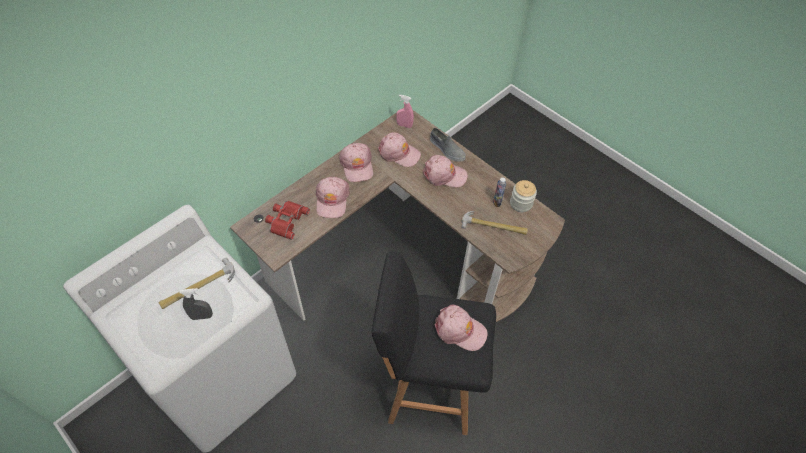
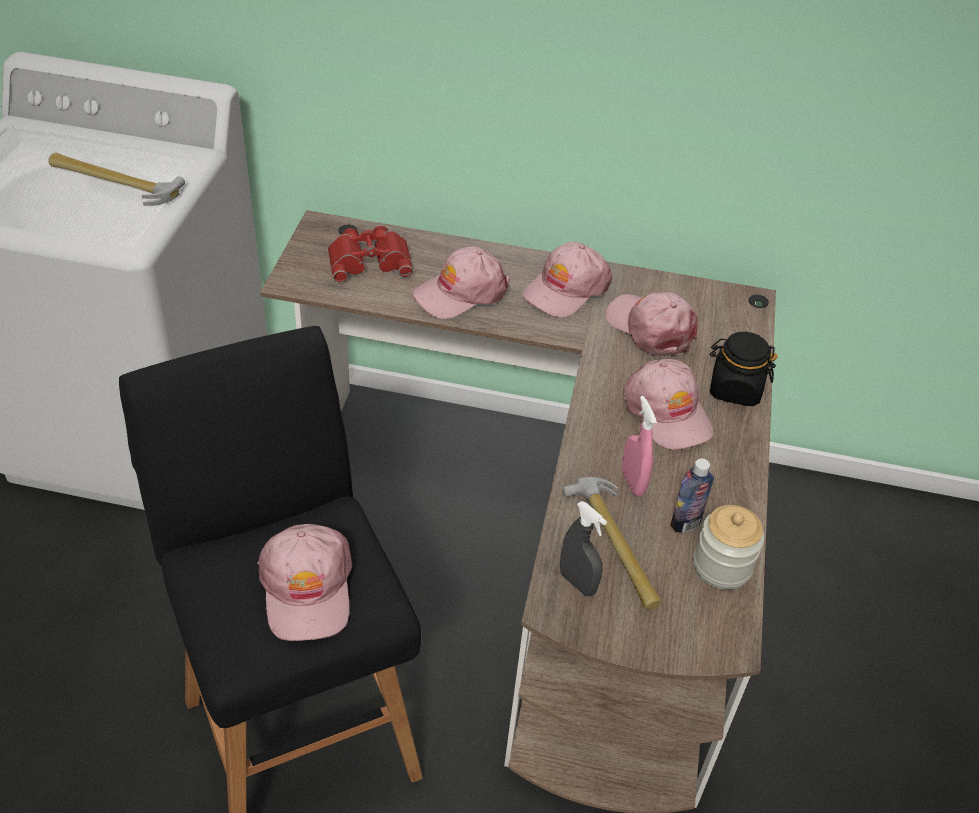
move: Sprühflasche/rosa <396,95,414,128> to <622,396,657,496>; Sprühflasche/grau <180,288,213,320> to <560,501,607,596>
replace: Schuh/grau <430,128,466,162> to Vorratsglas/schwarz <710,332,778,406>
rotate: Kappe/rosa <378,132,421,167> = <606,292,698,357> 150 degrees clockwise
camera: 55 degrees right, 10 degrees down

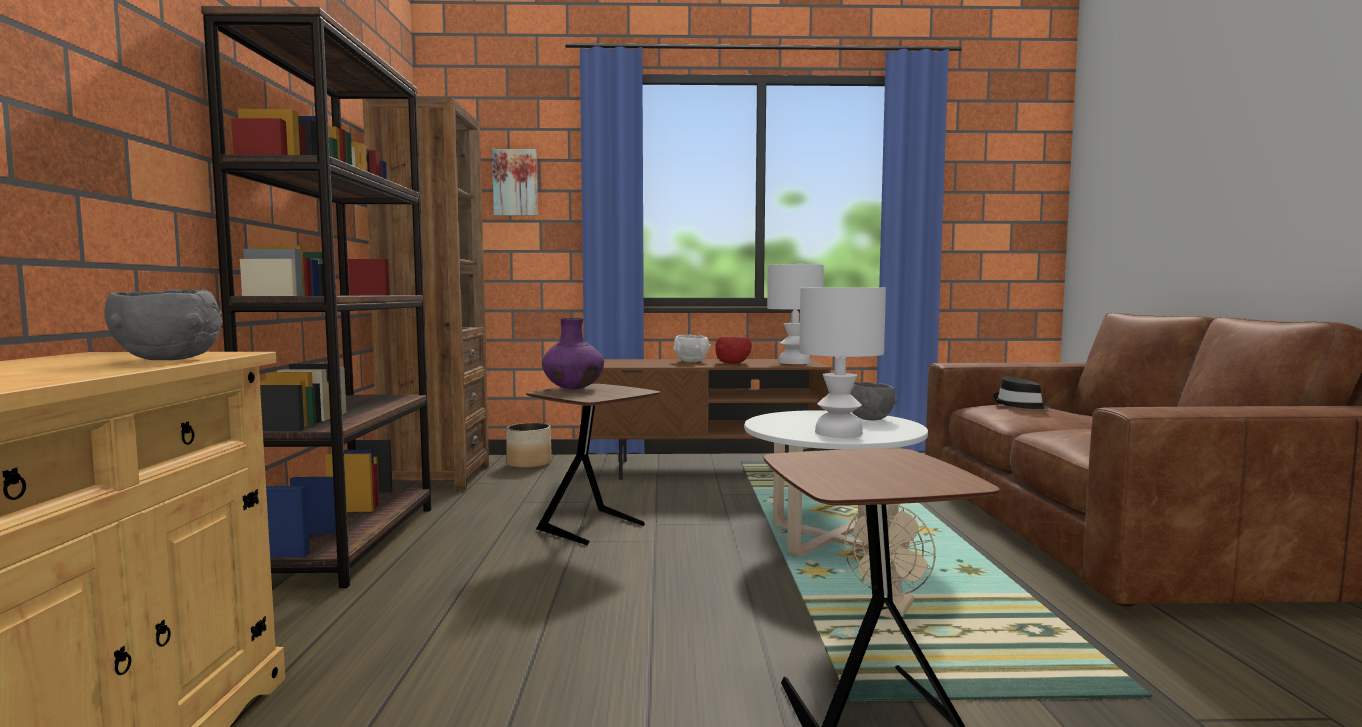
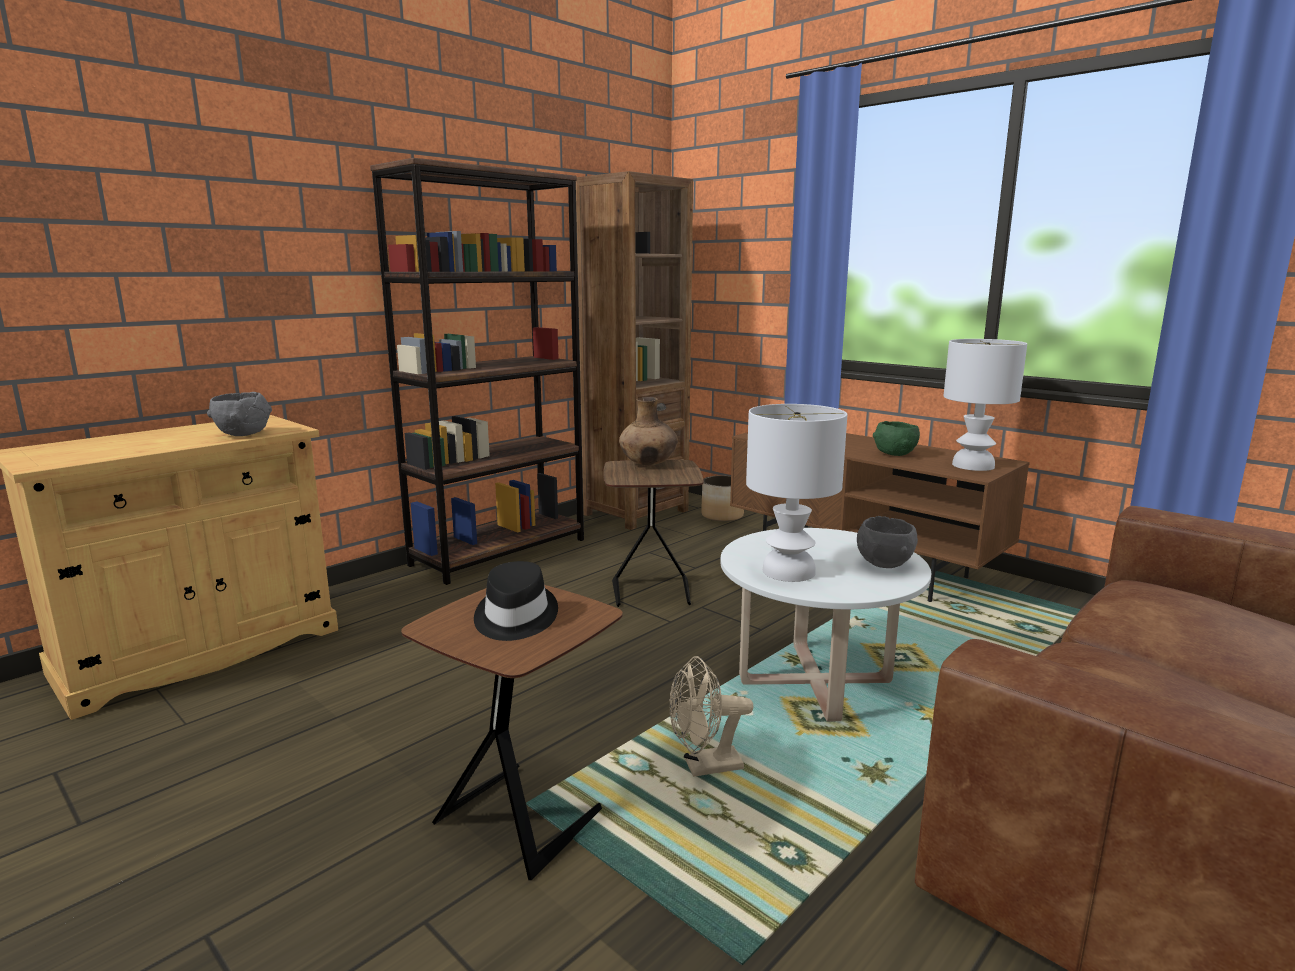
delete: Bild <492,149,538,216>; Schüssel/weiß <673,334,711,362>
move: Hut/schwarz <993,376,1050,409> to <474,561,558,641>
recolor: Vase/lila <542,318,604,389> to Vase/braun <619,397,678,466>; Schüssel/rot <715,337,752,364> to Schüssel/grün <873,421,920,456>
camera: 45 degrees right, 10 degrees up

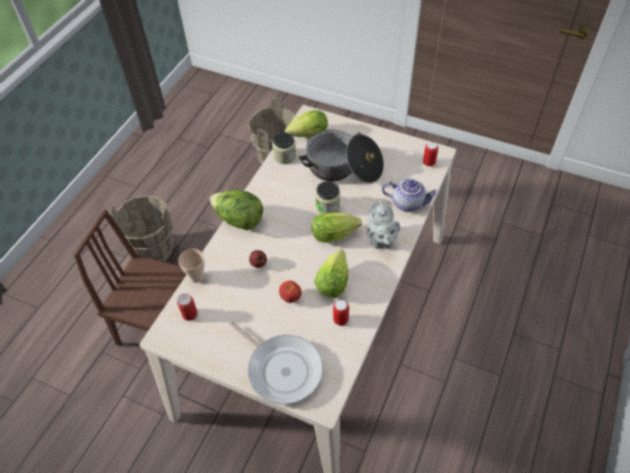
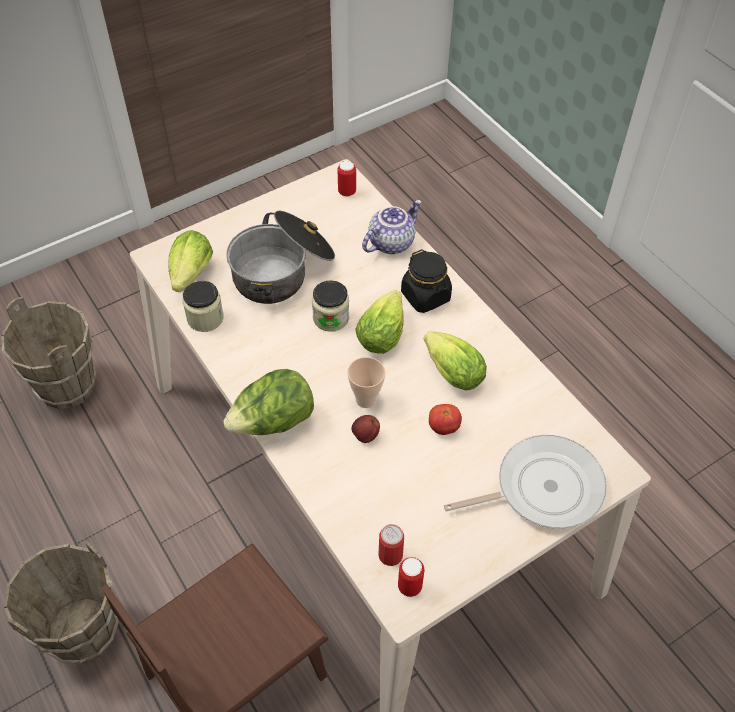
move: Tasse <178,249,205,283> to <347,357,385,408>; Dose <333,300,349,326> to <398,557,424,597>
replace: Teekanne/grau <367,201,400,249> to Vorratsglas/schwarz <401,249,452,313>
camera: 60 degrees left, 0 degrees up

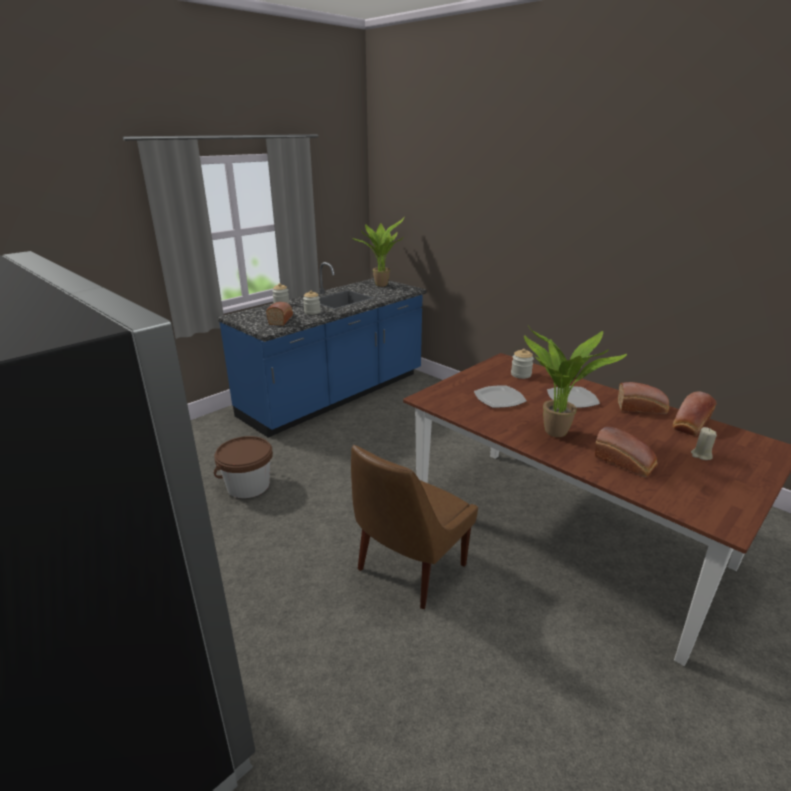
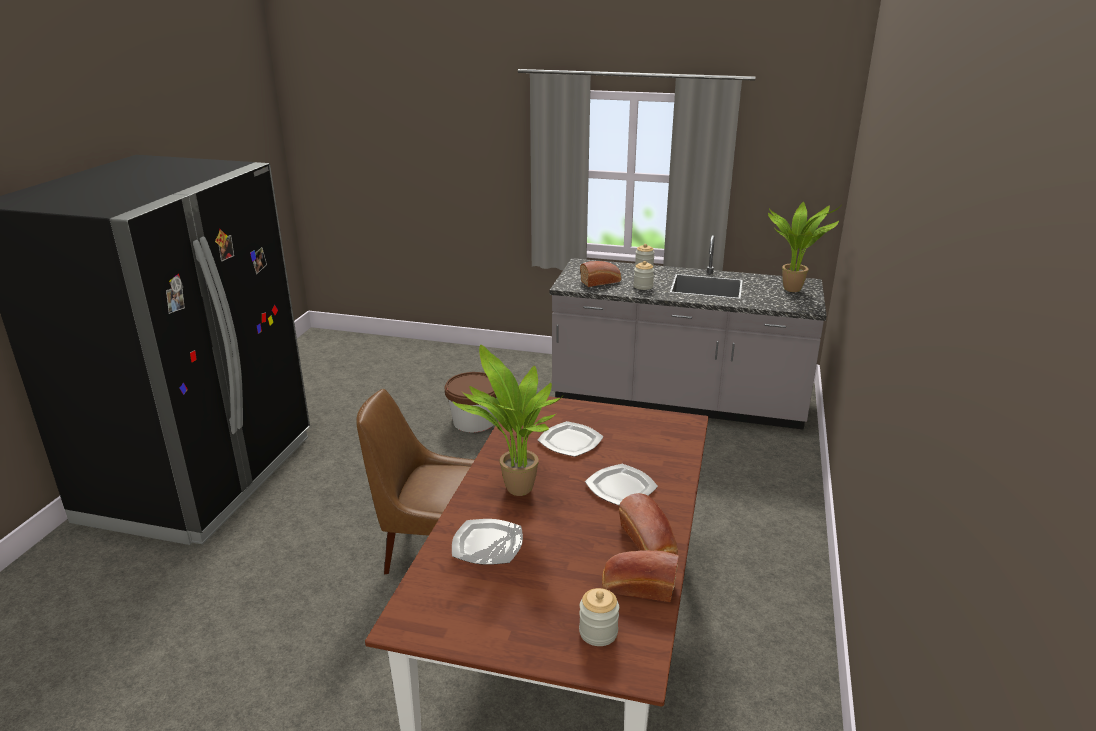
delete: Kerze/beige <691,427,717,460>
move: Vorratsglas <511,349,534,379> to <579,588,619,646>
replace: Brot <595,426,658,477> to Teller <452,519,523,565>
recolor: Küchenzeile/blau <218,262,427,437> to Küchenzeile/grau <550,235,827,430>
camera: 60 degrees right, 0 degrees up

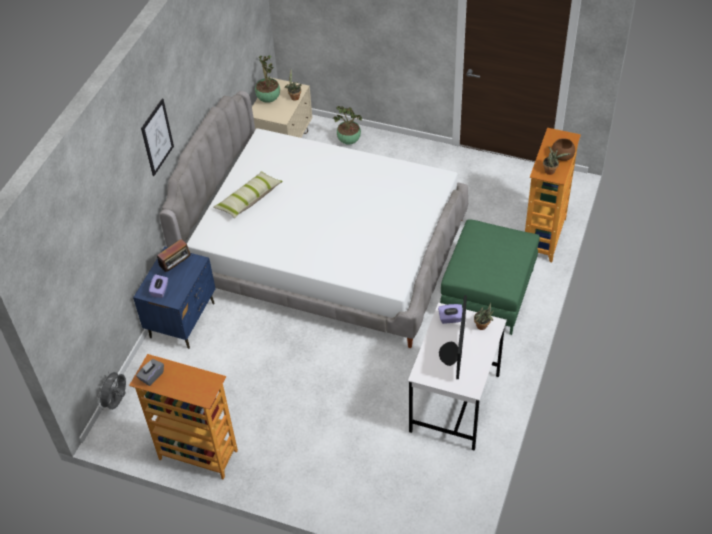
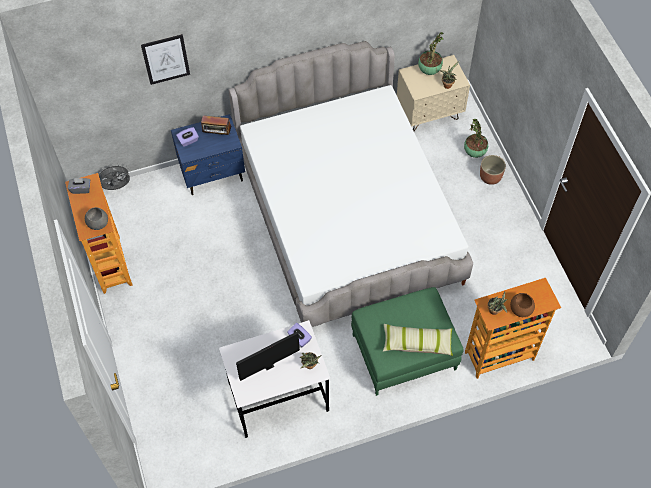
insert: Pflanzkübel <480,155,506,185>; Schüssel/grau <85,207,108,230>
move: Bild <141,99,174,176> to <141,34,190,85>; Kissen <214,171,283,218> to <383,324,453,356>
camera: 50 degrees right, 10 degrees up

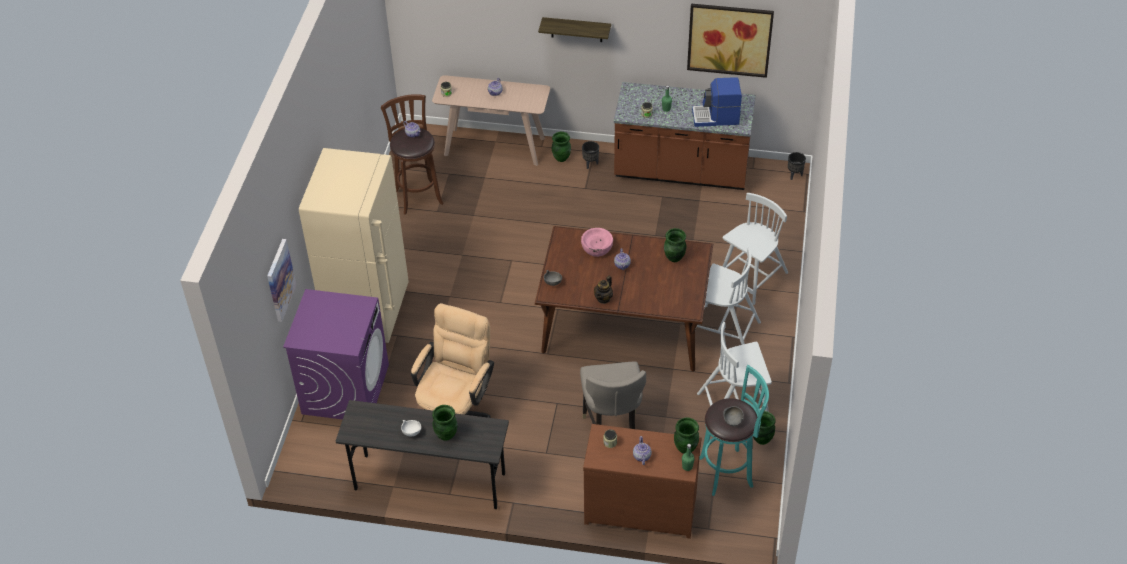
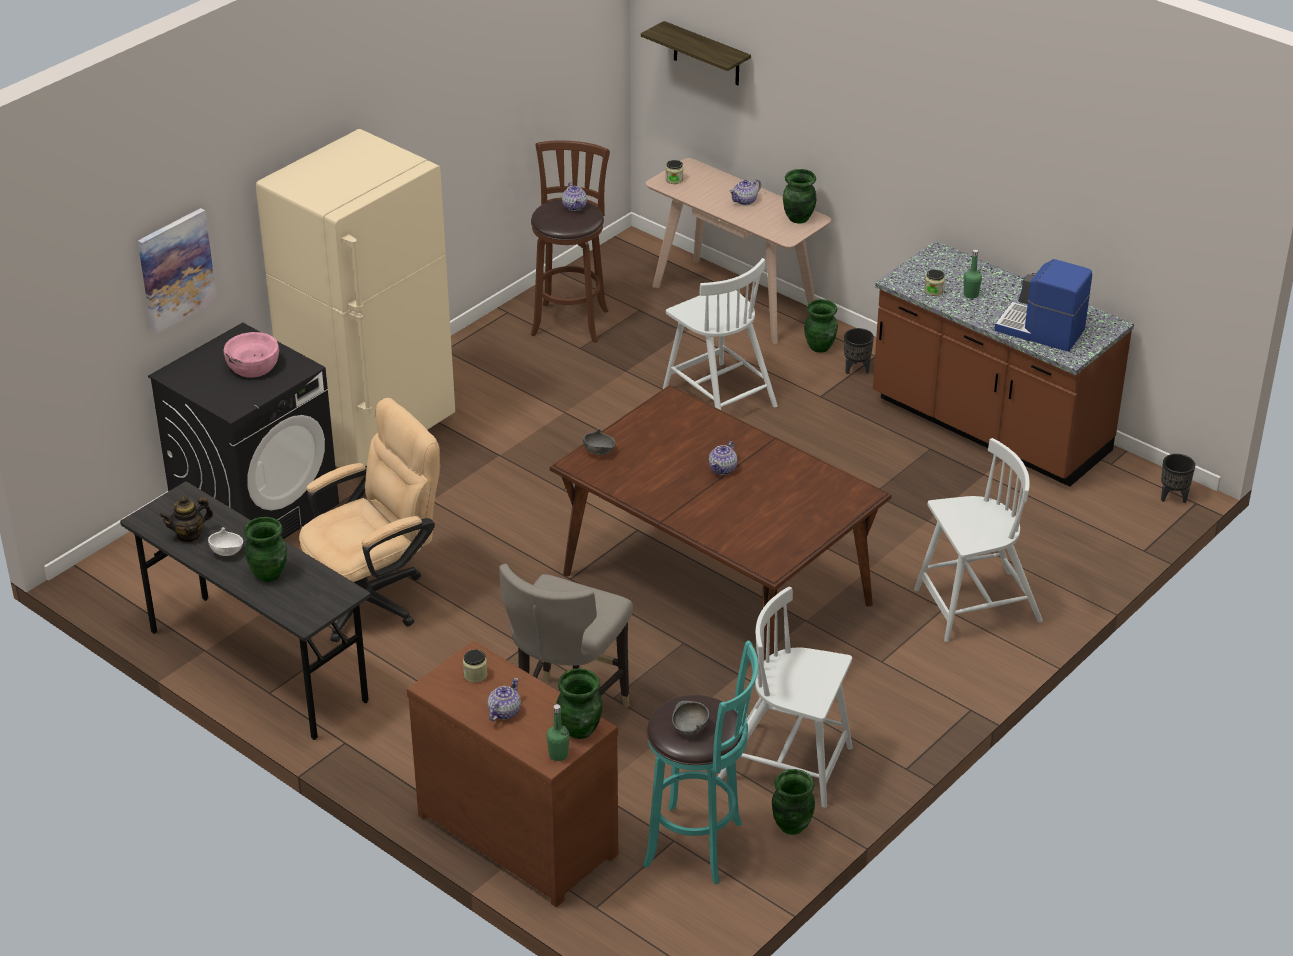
delete: Bild <687,4,774,78>
move: Wandregal <538,17,611,42> to <641,21,751,85>; Schüssel/rosa <581,228,613,257> to <224,332,279,377>; Vase/grün <664,228,686,262> to <783,169,817,223>; Stuhl/weiß <695,247,761,345> to <663,258,778,410>; Teekanne <594,276,613,304> to <160,496,213,543>
recolor: Waschmaschine/lila <283,289,389,420> to Waschmaschine/schwarz <148,323,339,539>
camera: 30 degrees right, 10 degrees down

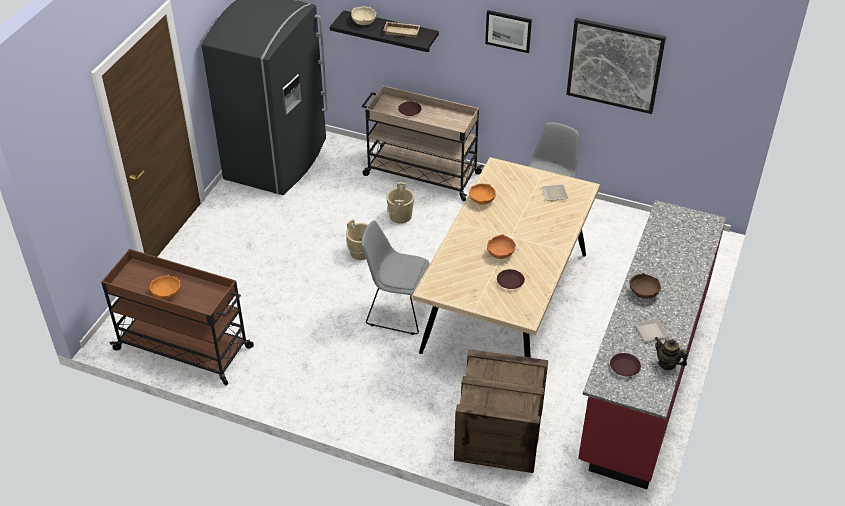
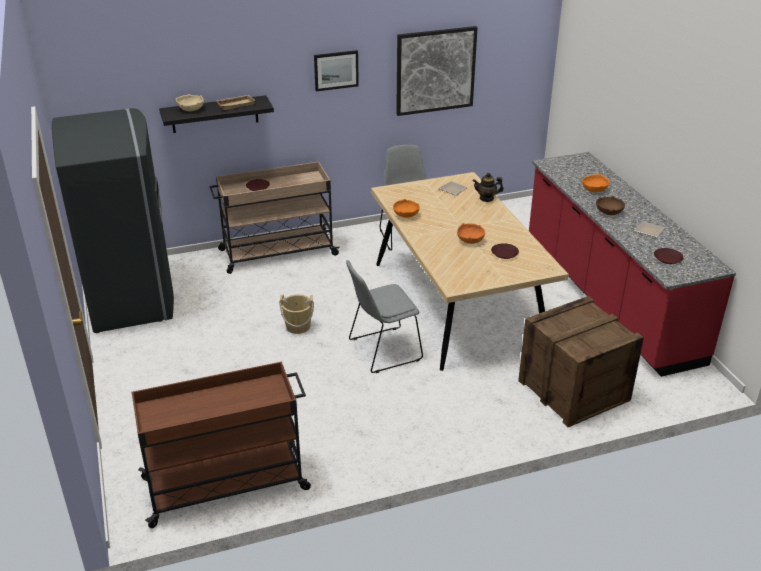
delete: Eimer/beige <386,182,414,224>
move: Schüssel/orange <150,275,180,299> to <582,174,610,192>; Teekanne <655,337,687,370> to <473,173,504,202>
camera: 40 degrees left, 10 degrees down

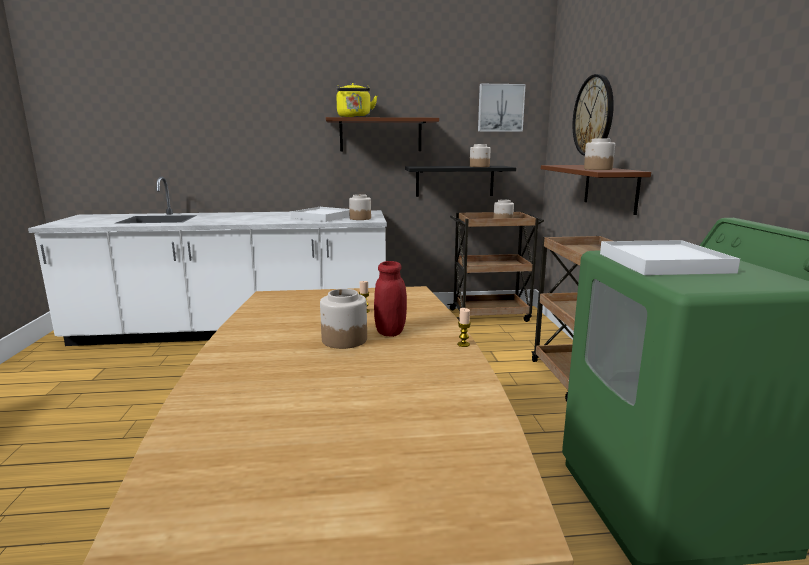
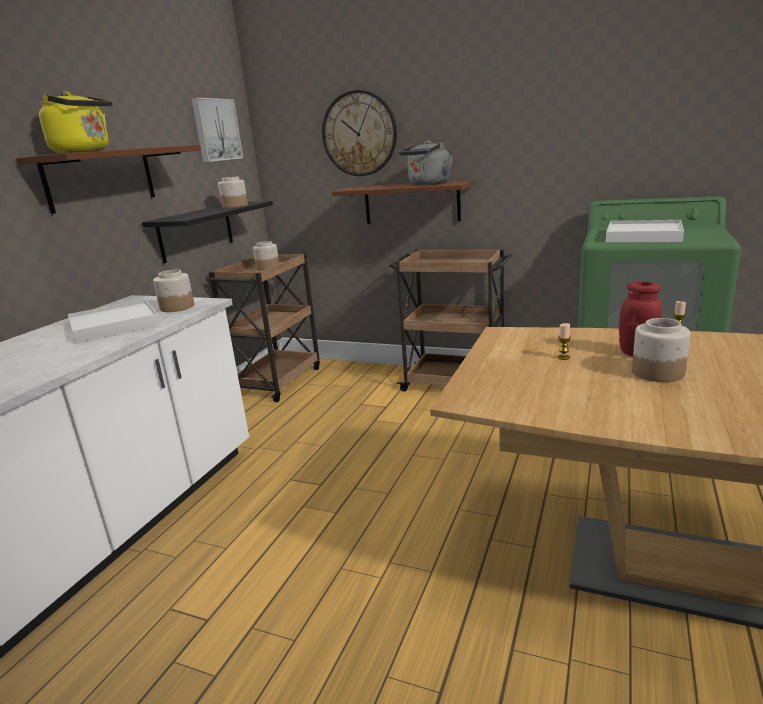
replace: Vorratsglas <584,139,615,170> to Wasserkessel/grau <399,141,453,185>
camera: 60 degrees left, 5 degrees up

